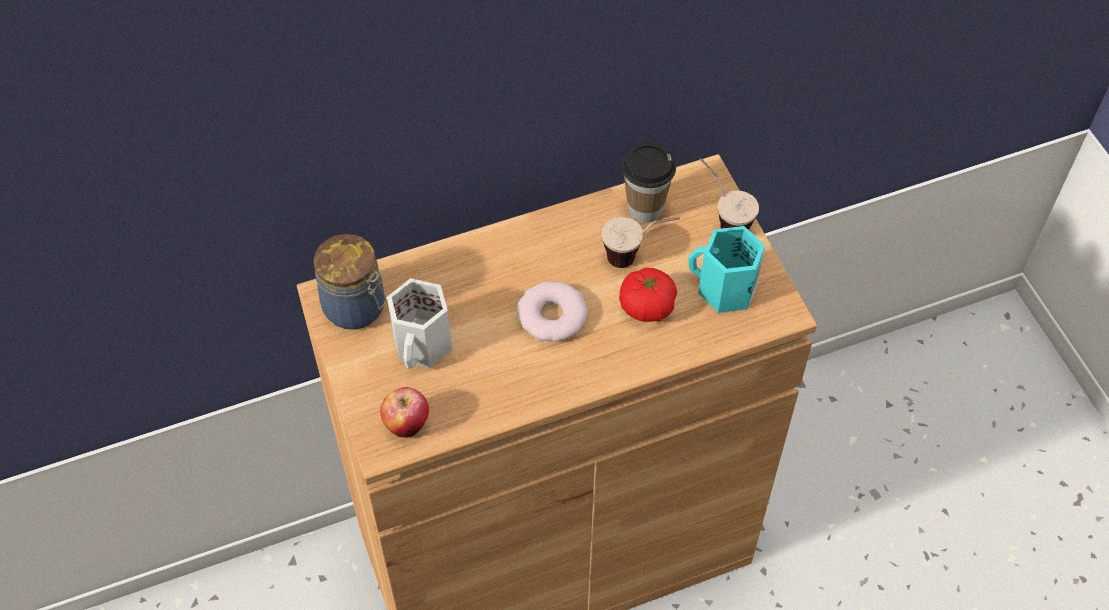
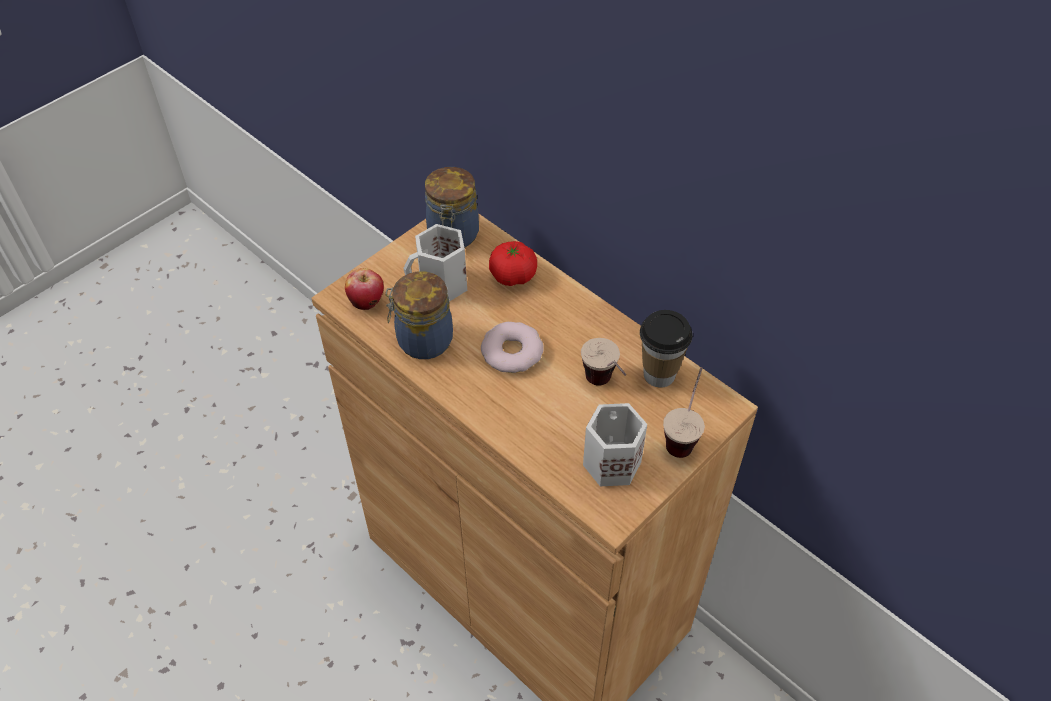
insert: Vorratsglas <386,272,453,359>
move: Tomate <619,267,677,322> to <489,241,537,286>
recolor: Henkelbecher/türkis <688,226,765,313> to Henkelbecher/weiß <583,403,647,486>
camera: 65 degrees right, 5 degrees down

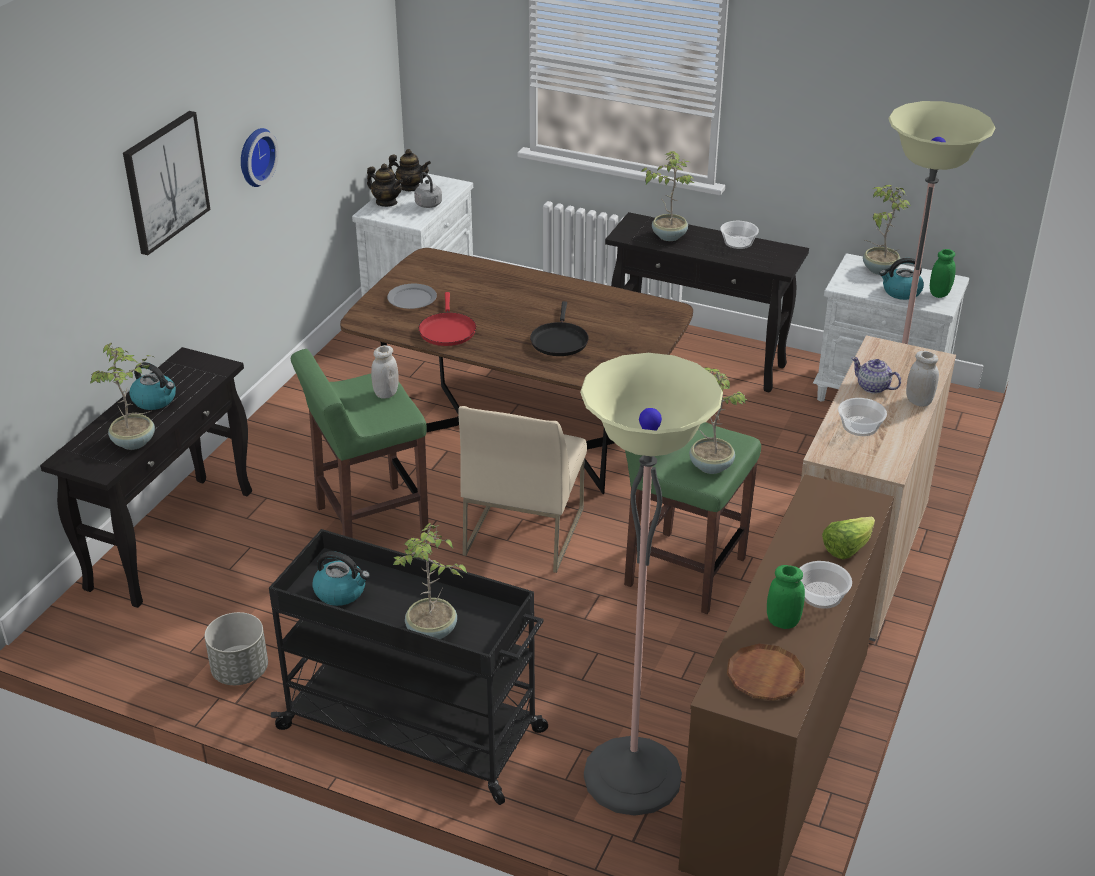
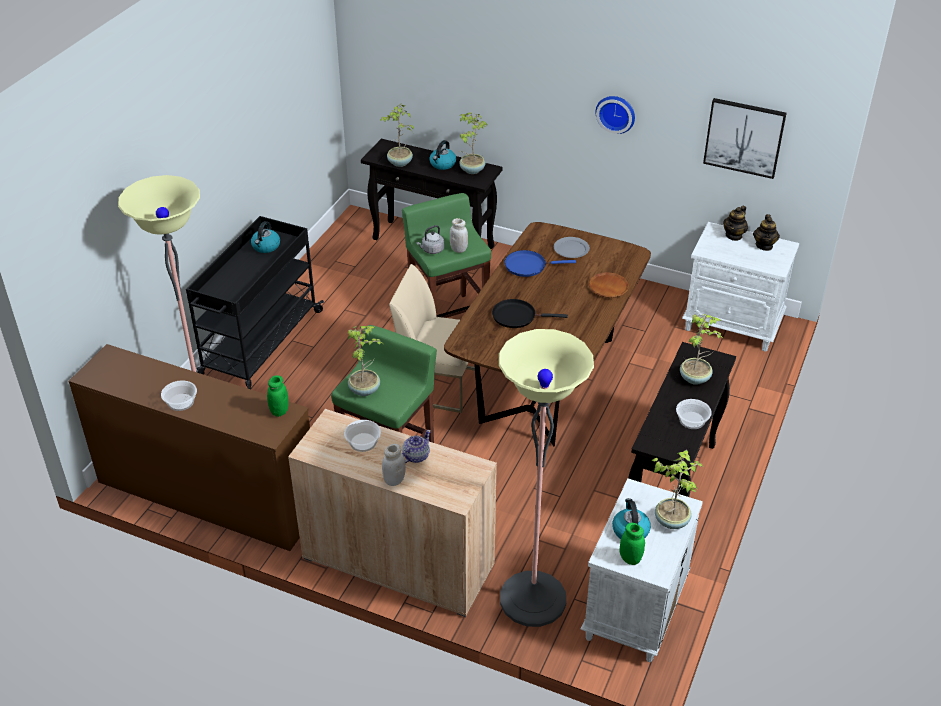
delete: Salatkopf <822,516,875,559>; Pflanzkübel/grau <205,612,268,685>
move: Bild <123,111,210,255> to <703,98,787,179>; Wasserkessel/grau <414,172,442,208> to <416,225,444,254>; Topfpflanze <393,523,468,639> to <459,112,488,174>; Vorratsglas/grün <767,565,805,629> to <267,375,289,417>; Teller/braun <727,644,805,701> to <588,272,629,298>
recolor: Pfanne/rot <418,292,476,346> to Pfanne/blau <505,250,576,277>
camera: 90 degrees right, 5 degrees up

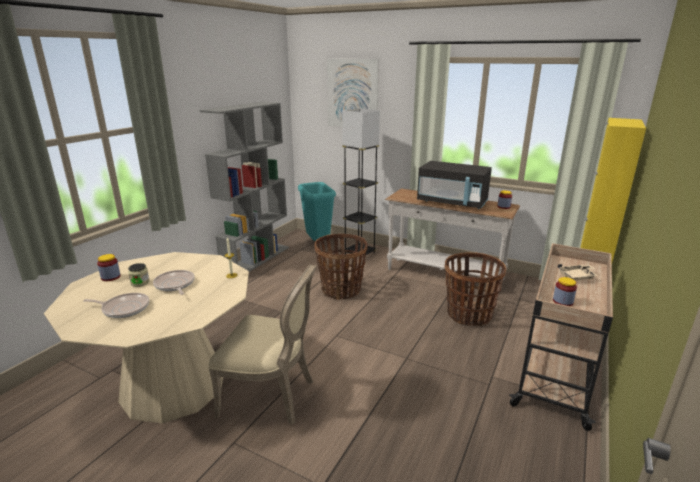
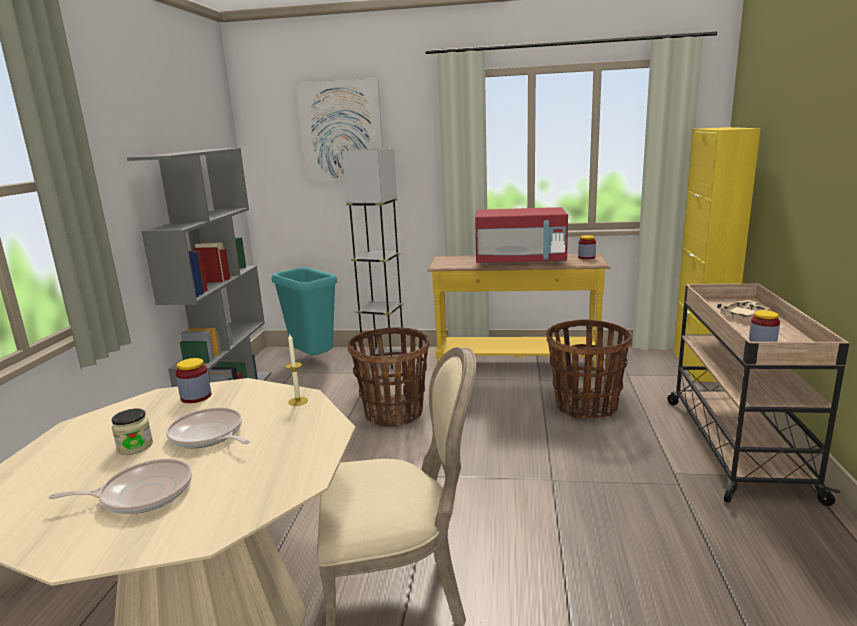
move: Vorratsglas <97,254,121,281> to <176,358,211,403>
recolor: Mikrowelle/schwarz <417,161,492,209> to Mikrowelle/rot <475,207,568,265>; Konsolentisch/weiß <385,188,520,290> to Konsolentisch/gelb <427,253,610,373>
camera: 20 degrees left, 5 degrees down

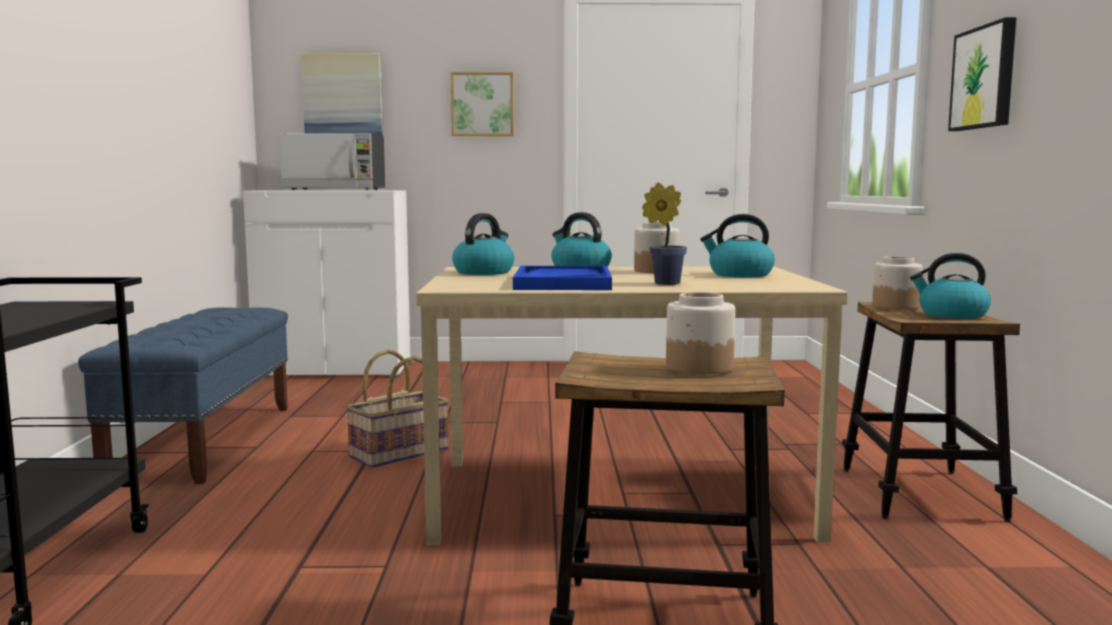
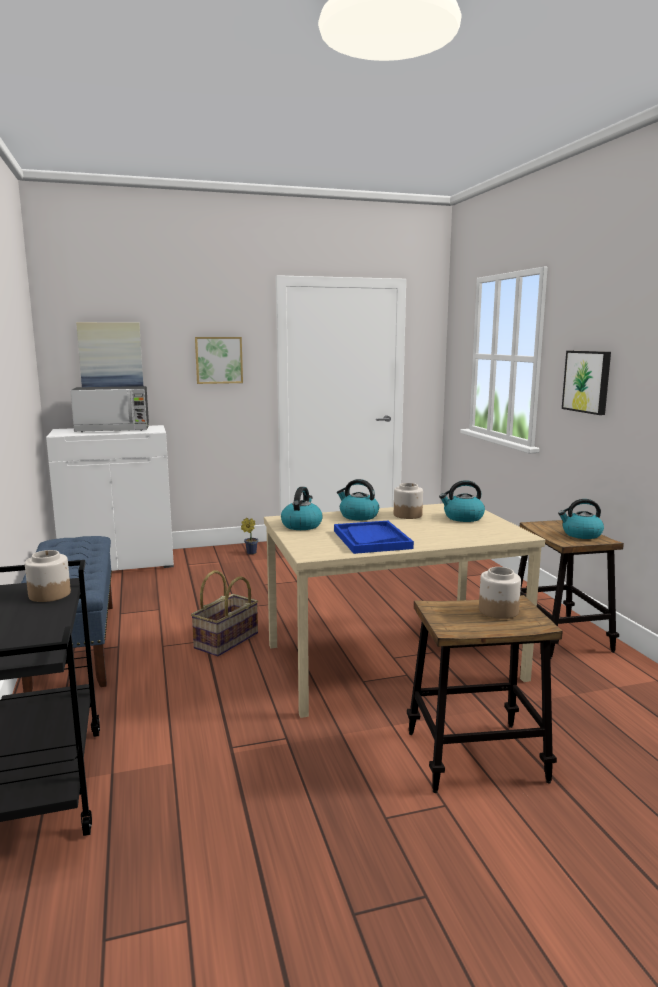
move: Topfpflanze <642,183,687,285> to <241,518,258,555>; Vorratsglas <872,256,922,309> to <25,550,71,602>
camera: 15 degrees left, 5 degrees up

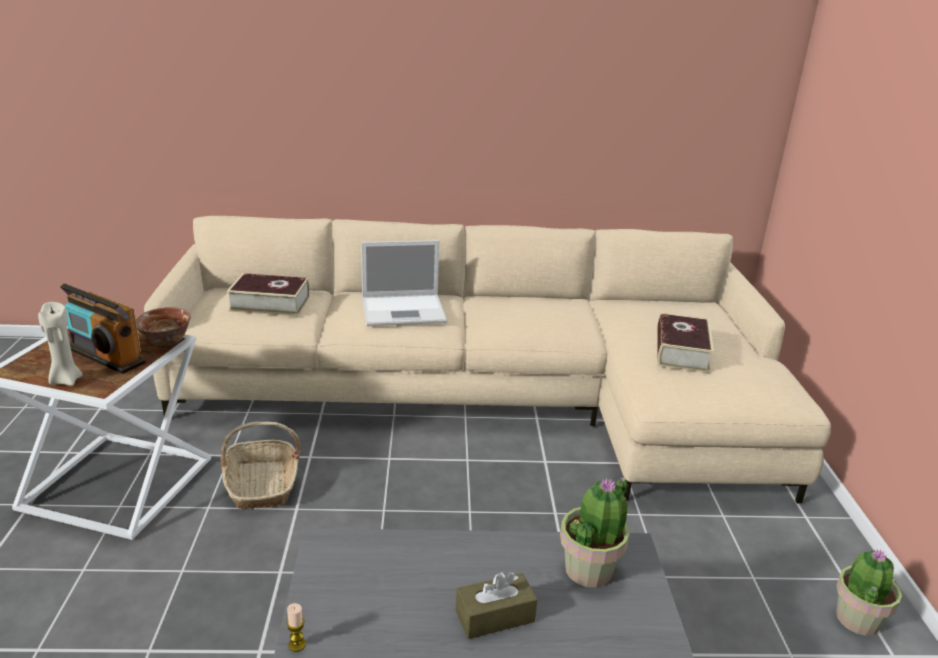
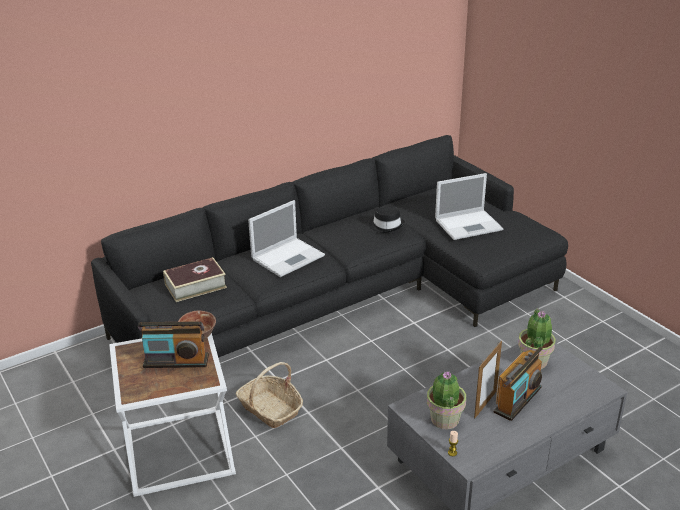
delete: Kerze/beige <38,302,83,386>
insert: Hut/schwarz <369,207,405,232>; Bilderrahmen <474,341,502,419>
move: Topfpflanze <836,550,902,636> to <427,371,466,430>
replace: Buch <658,313,714,373> to Laptop <435,173,503,240>; Taschentuchbox/braun <456,572,538,639> to Radio <494,346,543,421>
recolor: Sofa/beige <144,216,831,504> to Sofa/schwarz <91,135,568,358>
camera: 30 degrees left, 5 degrees up

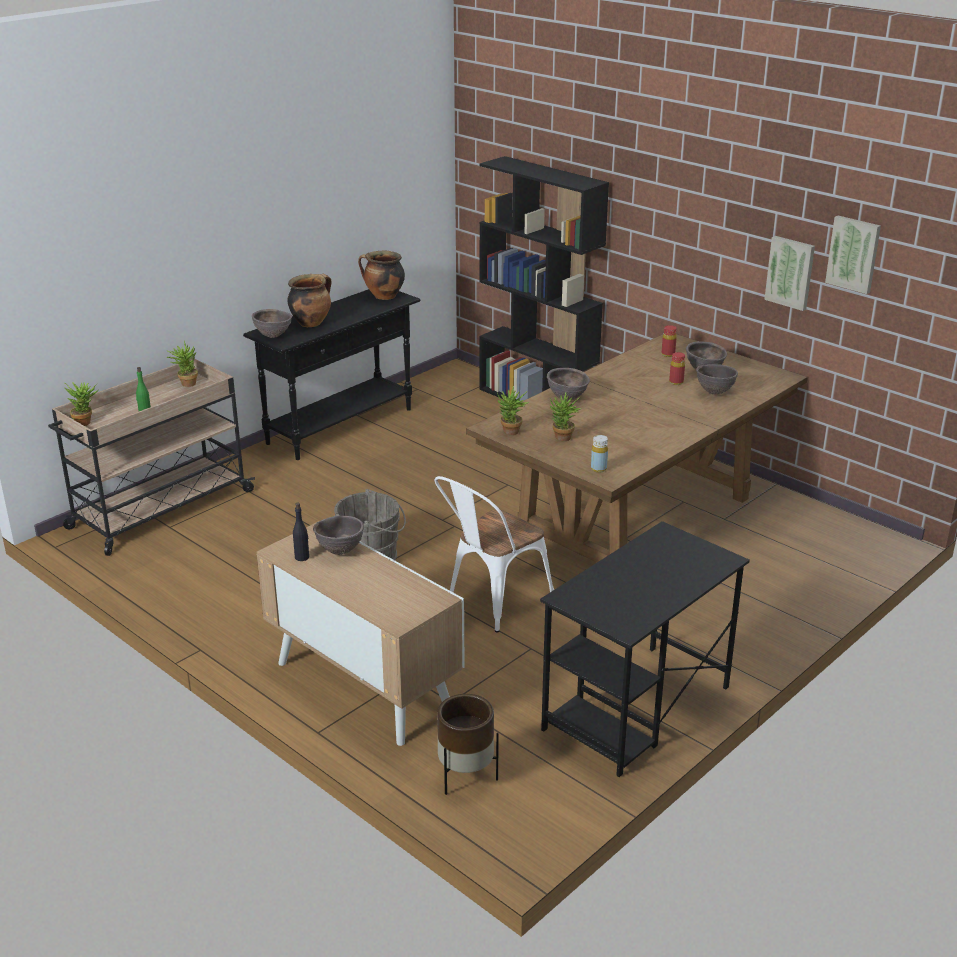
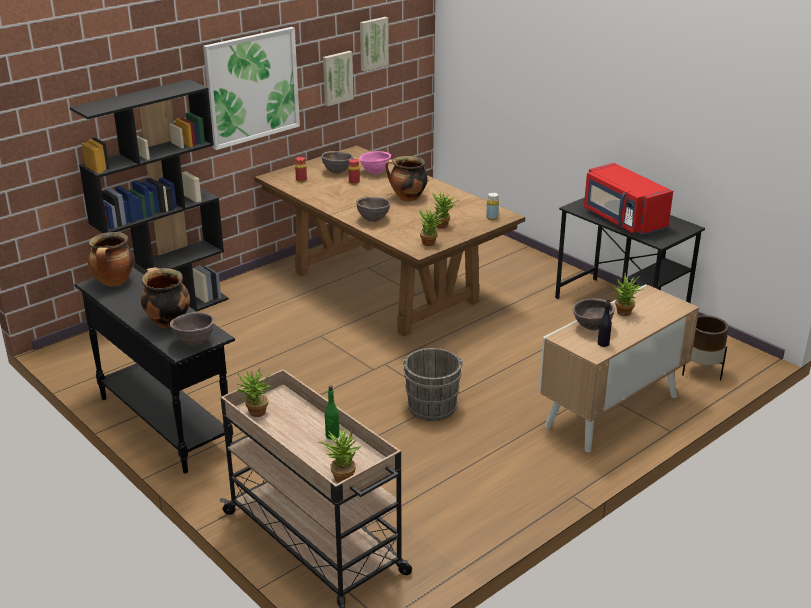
delete: Stuhl/weiß <435,476,554,633>
insert: Bild <203,27,300,150>; Kochtopf <385,156,428,201>; Mikrowelle/rot <584,163,673,235>; Topfpflanze <612,273,645,316>
recolor: Schüssel/braun <696,364,738,395> to Schüssel/rosa <359,151,391,174>
camera: 85 degrees left, 0 degrees up

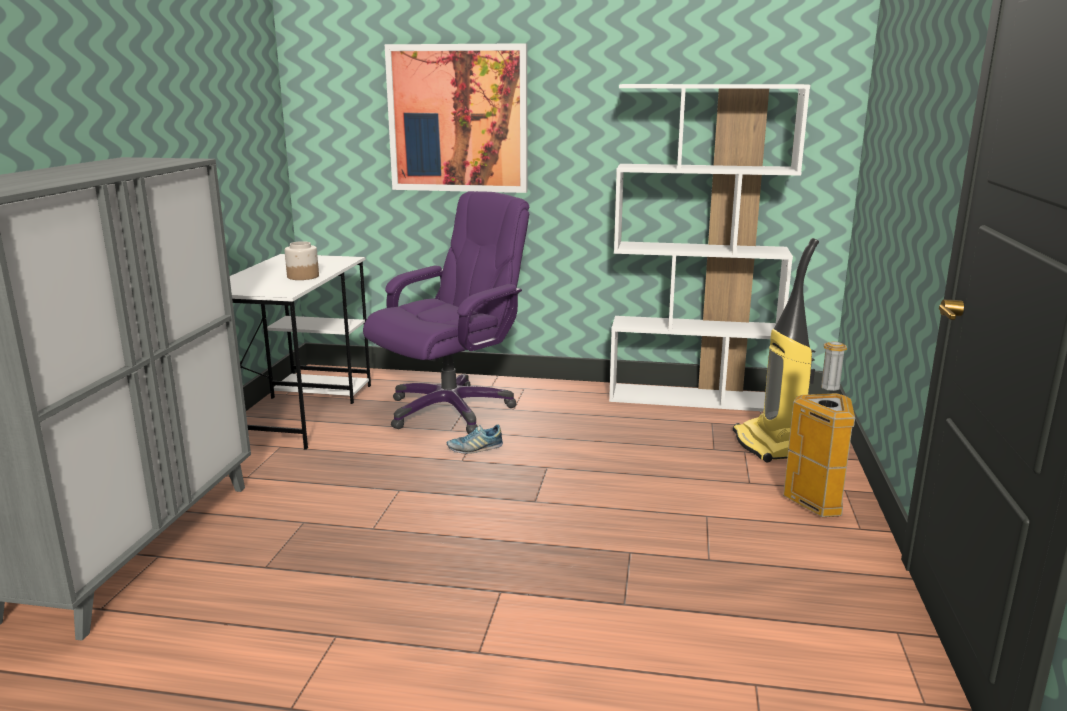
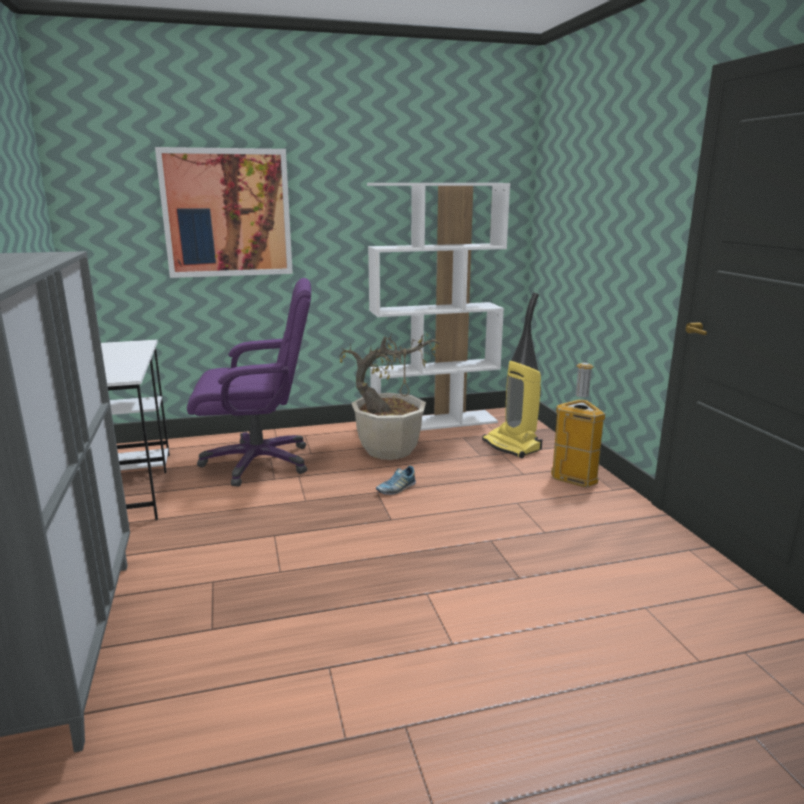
delete: Vorratsglas <285,241,319,280>
insert: Topfpflanze <340,332,440,460>
move: Schuh <447,424,503,454> to <376,466,416,495>
rotate: Bürostuhl/lila <363,191,529,434> = <187,278,311,486> 60 degrees clockwise
camera: 25 degrees left, 0 degrees up

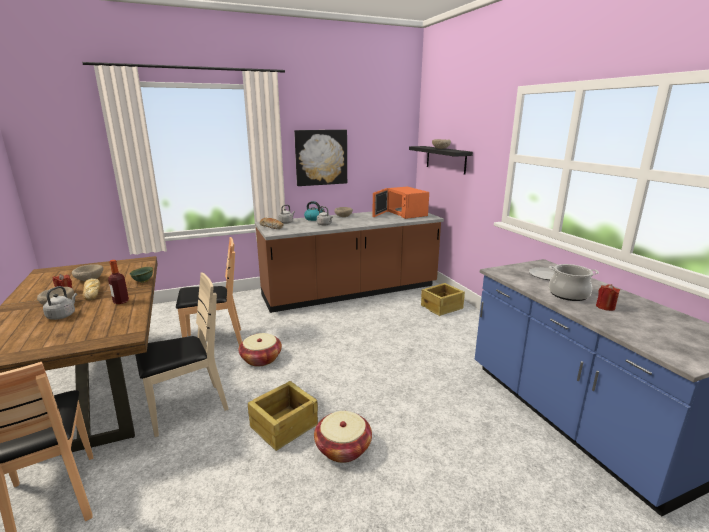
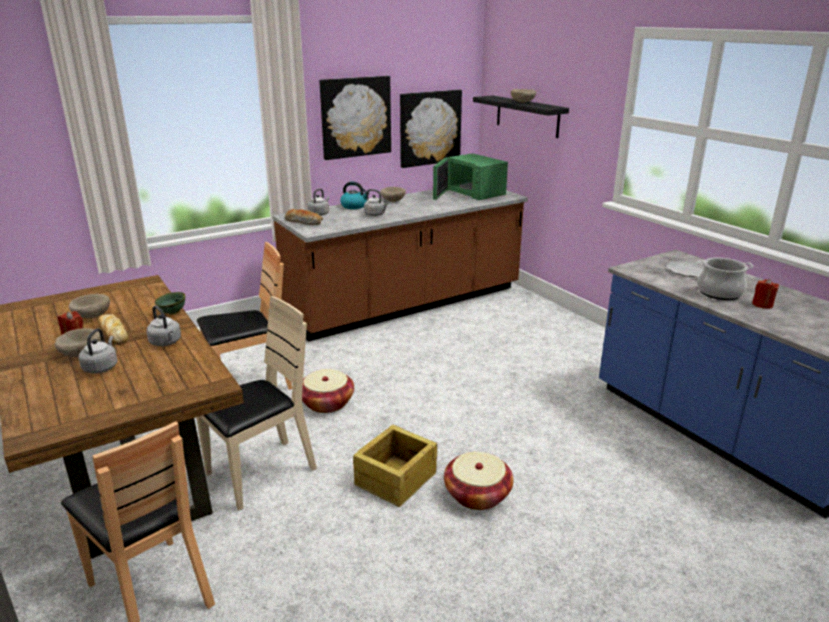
delete: Kiste <421,283,465,316>
insert: Bild <400,90,462,168>
replace: Flasche <108,260,129,304> to Wasserkessel/grau <146,306,181,346>
recolor: Mikrowelle/orange <372,187,429,219> to Mikrowelle/grün <433,153,508,200>
camera: 10 degrees left, 5 degrees up

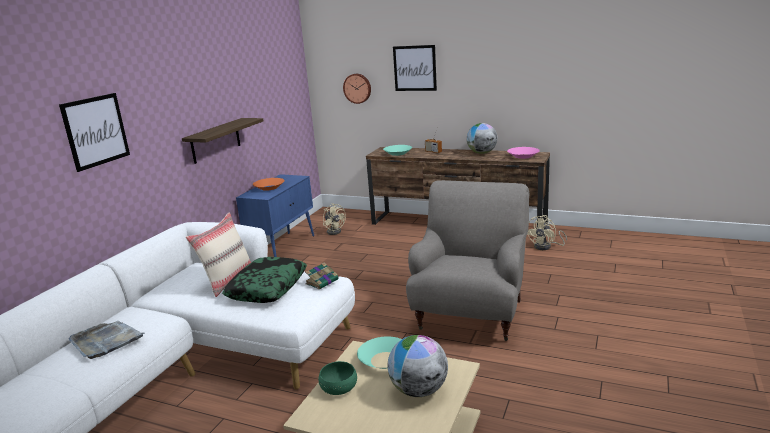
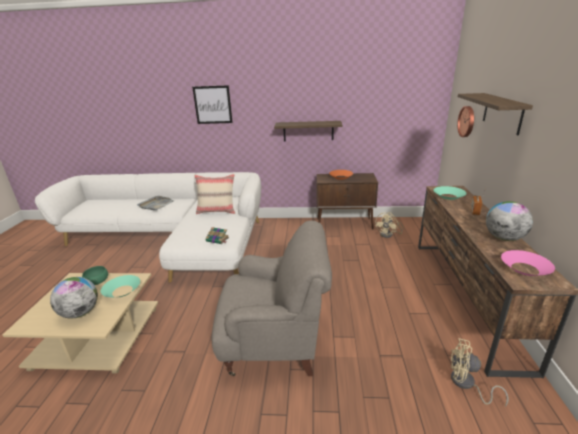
delete: Kissen <222,257,307,303>
replace: Bild <393,45,437,91> to Wandregal <458,93,533,135>
recolor: Schrank/blau <236,174,314,257> to Schrank/braun <316,173,378,229>
camera: 70 degrees right, 5 degrees up

